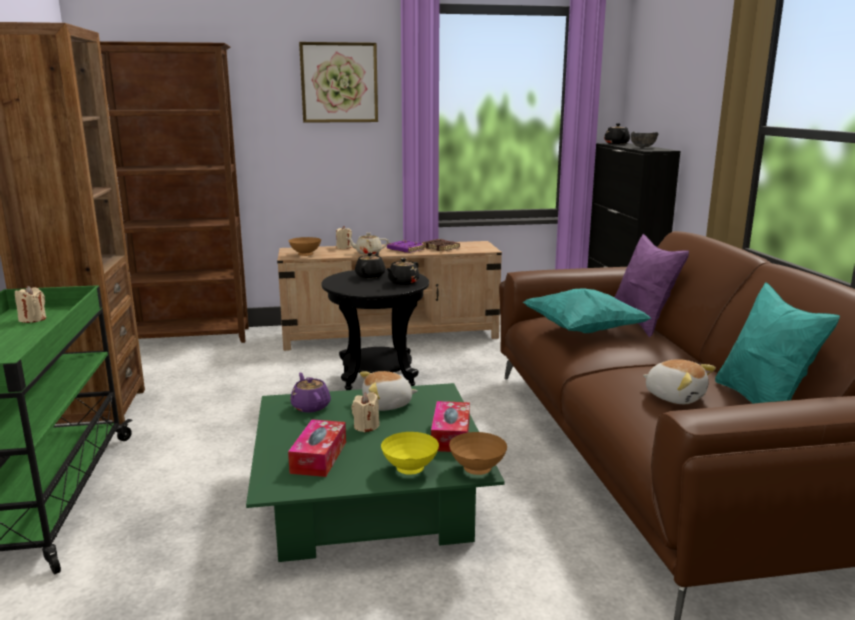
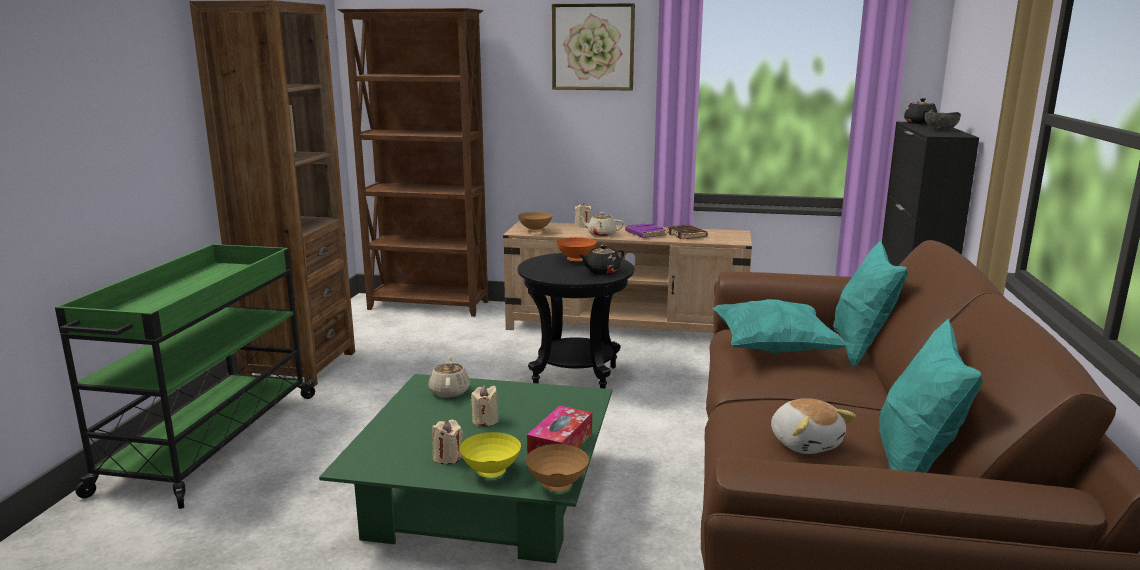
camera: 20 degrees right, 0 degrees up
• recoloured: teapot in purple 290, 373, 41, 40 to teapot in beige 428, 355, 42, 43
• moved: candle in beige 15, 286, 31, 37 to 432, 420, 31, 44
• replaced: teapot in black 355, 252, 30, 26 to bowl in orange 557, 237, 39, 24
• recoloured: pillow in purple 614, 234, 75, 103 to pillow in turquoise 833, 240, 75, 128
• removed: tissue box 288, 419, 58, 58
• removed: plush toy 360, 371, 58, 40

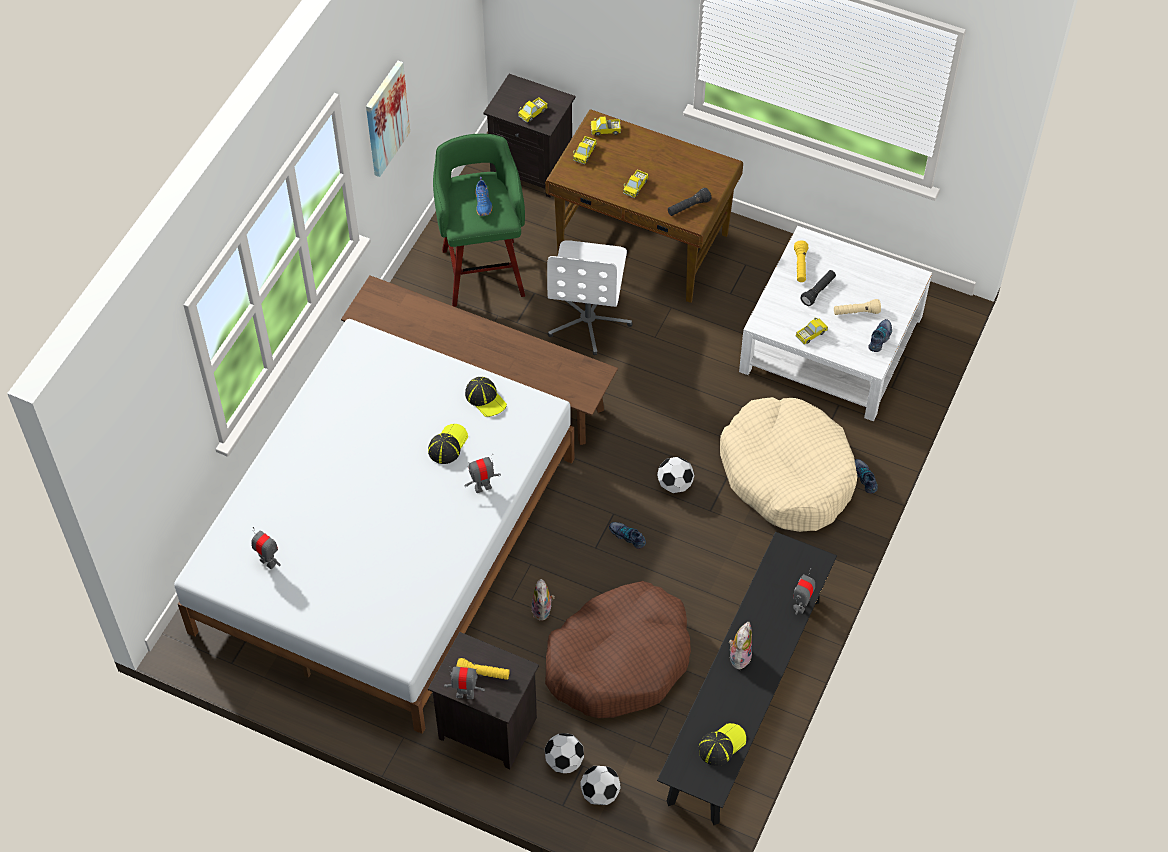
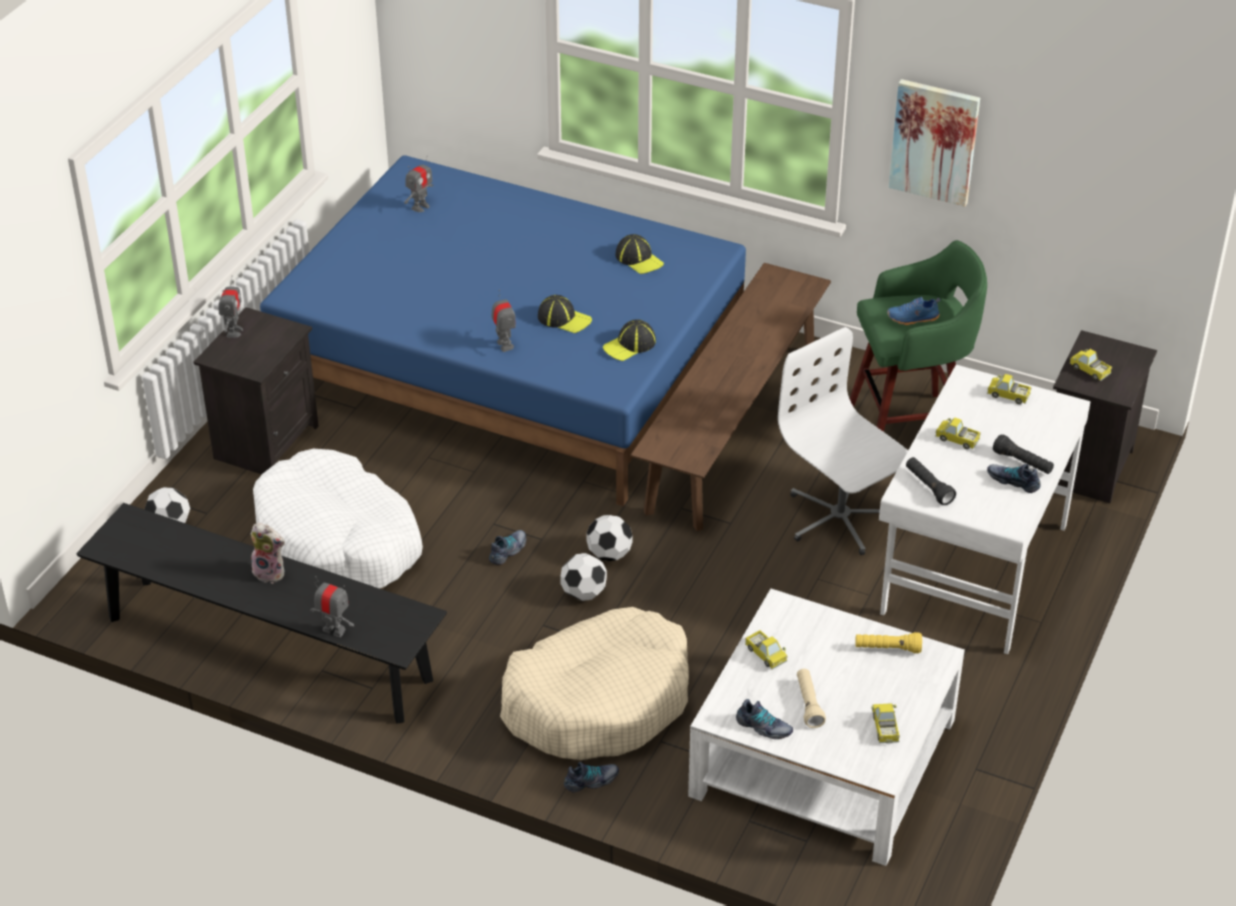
camera: 90 degrees right, 15 degrees down
• recoloured: dog bed in brown 545, 581, 146, 137 to dog bed in white 253, 449, 170, 140
• recoloured: bed in white 174, 319, 400, 415 to bed in blue 260, 155, 486, 351
• moved: football 545, 733, 39, 40 to 586, 515, 47, 46
• moved: cap 698, 723, 48, 43 to 616, 234, 48, 40
• turned: office chair in white 547, 240, 86, 115 = 778, 327, 130, 228 45 degrees clockwise
• moved: toy truck 591, 117, 30, 19 to 871, 703, 29, 40
• recoloured: desk in brown 545, 110, 198, 193 to desk in white 879, 365, 211, 289
• added: shoe 987, 464, 54, 29
• moved: flashlight in black 800, 270, 36, 36 to 993, 434, 61, 40
• removed: flashlight in yellow 456, 658, 54, 22
• removed: plush toy 532, 579, 23, 41

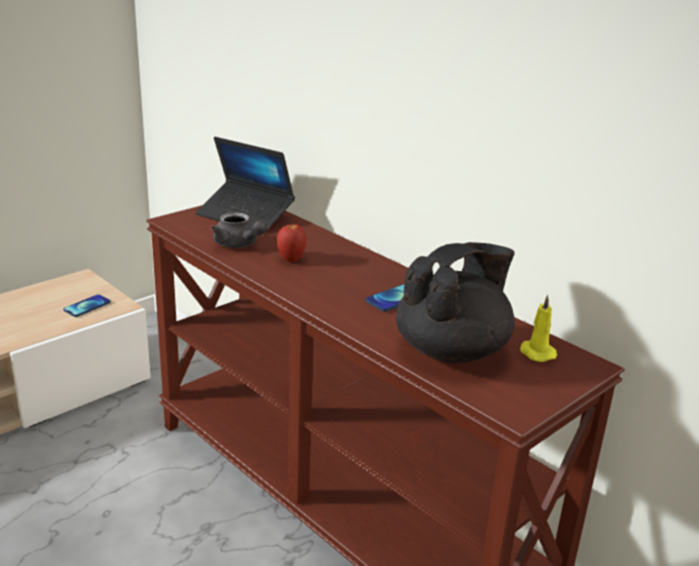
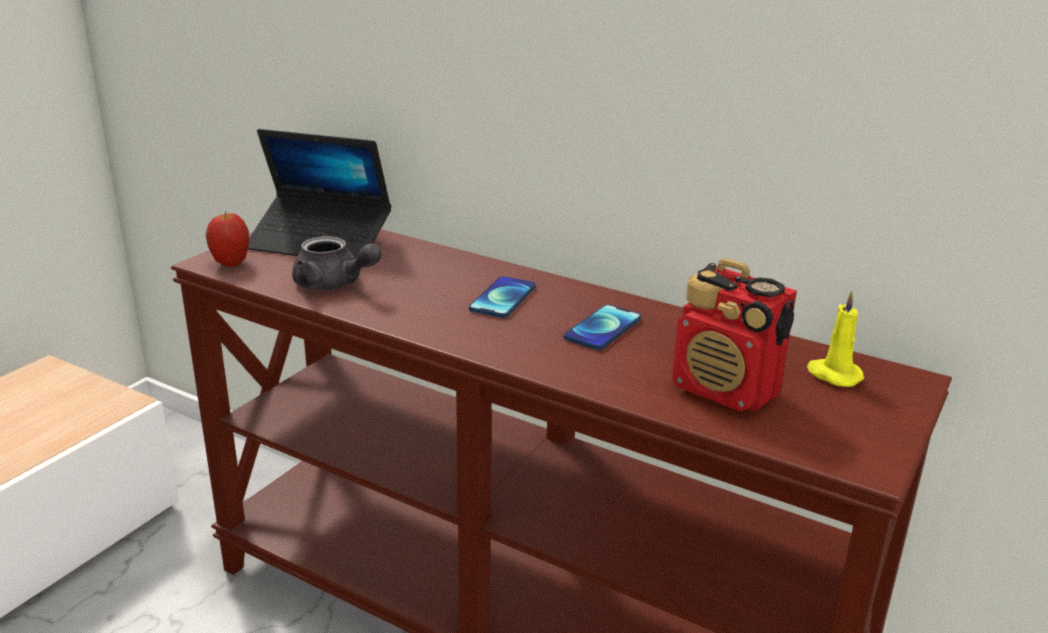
camera: 15 degrees left, 0 degrees up
• moved: apple 277, 223, 29, 39 to 206, 211, 43, 56
• moved: phone 63, 295, 47, 22 to 469, 276, 67, 42
• replaced: teapot in black 396, 242, 119, 121 to radio 672, 258, 125, 153

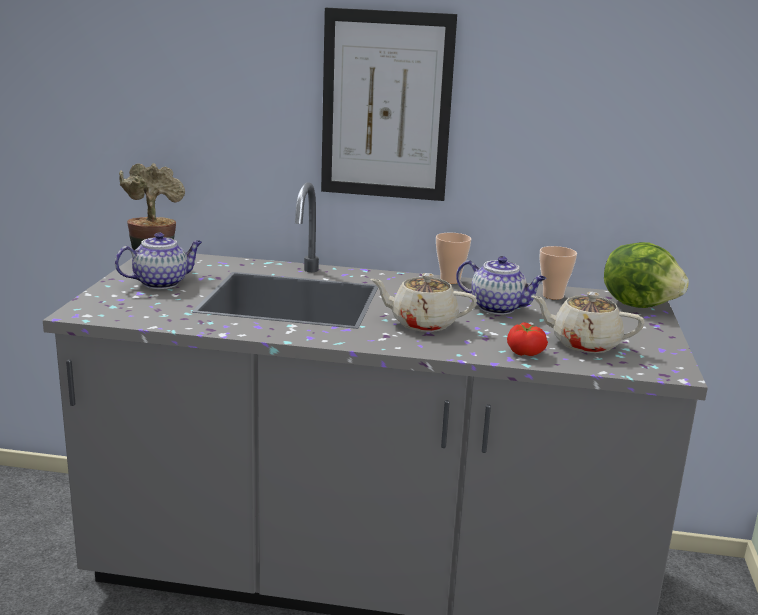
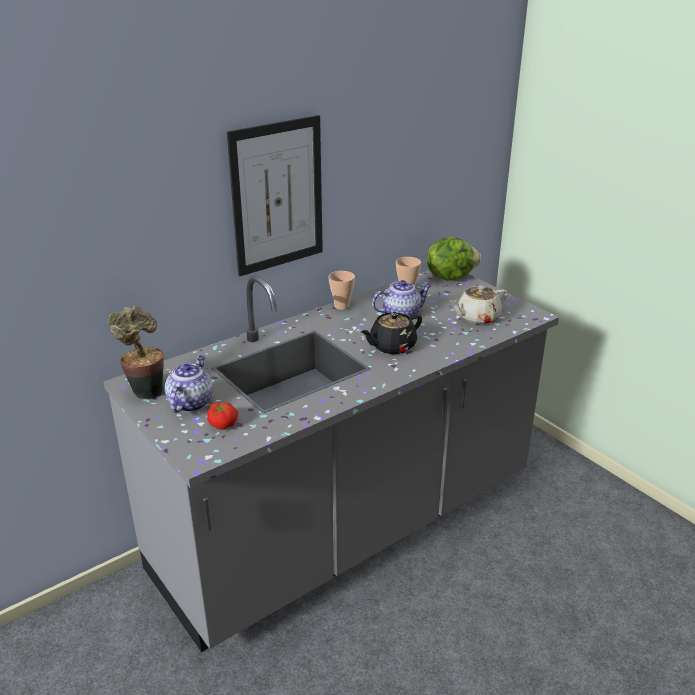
camera: 45 degrees left, 10 degrees up
• moved: tomato 507, 322, 41, 34 to 207, 402, 31, 28
• recoloured: teapot in beige 370, 273, 107, 59 to teapot in black 361, 312, 61, 42

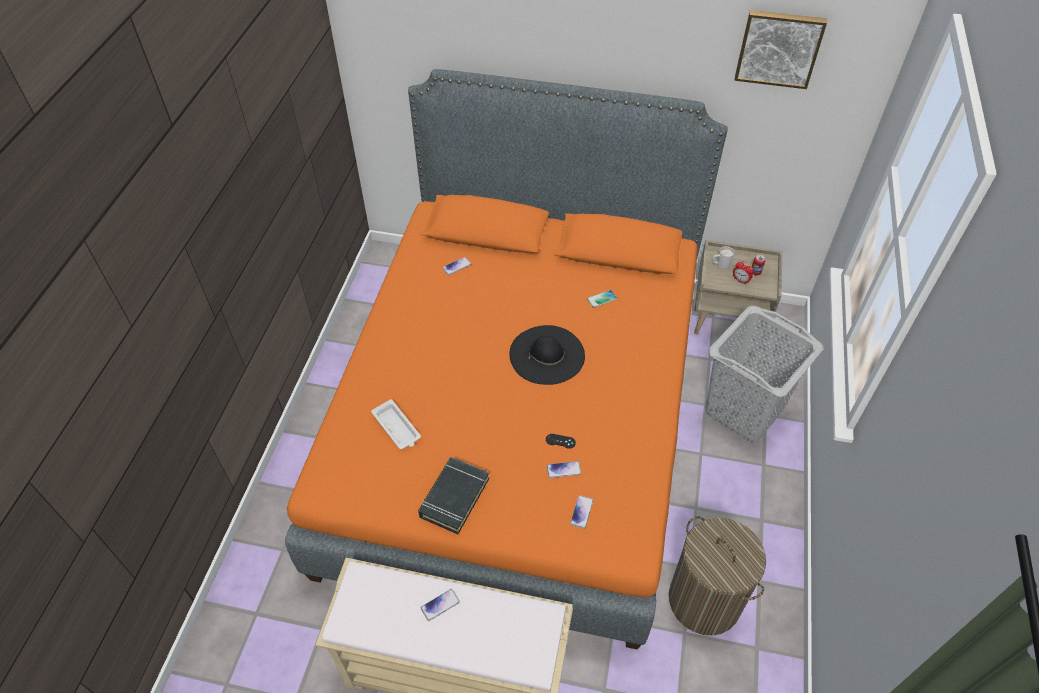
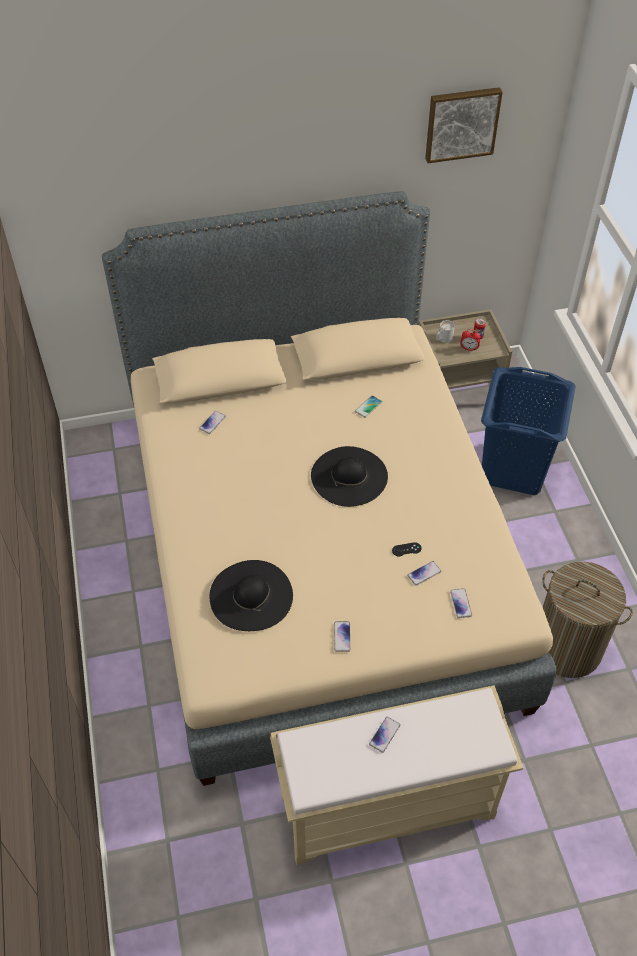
camera: 25 degrees left, 0 degrees up
• recoloured: bed in orange 285, 69, 443, 580 to bed in beige 102, 191, 454, 595
• replaced: tray in white 371, 399, 50, 50 to hat in black 210, 560, 83, 71
• replaced: book in black 418, 457, 71, 77 to phone 334, 621, 17, 31
• recoloured: laundry basket in grey 705, 306, 119, 136 to laundry basket in blue 481, 367, 95, 128

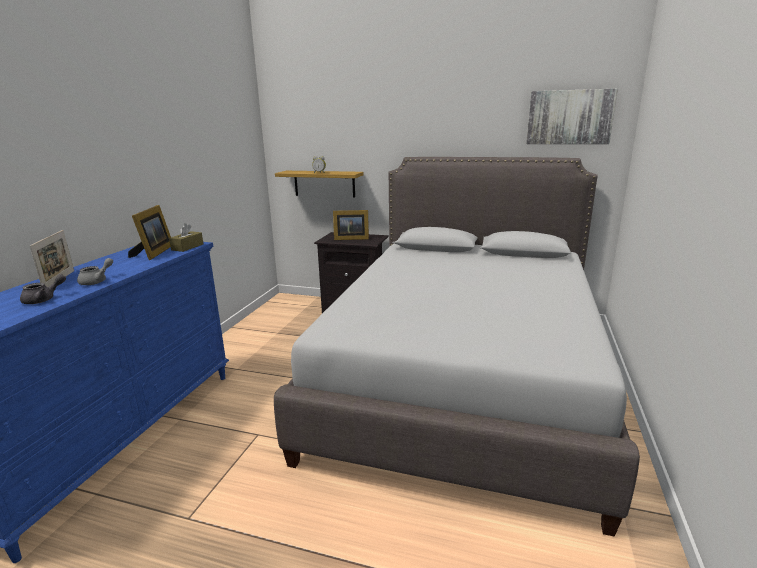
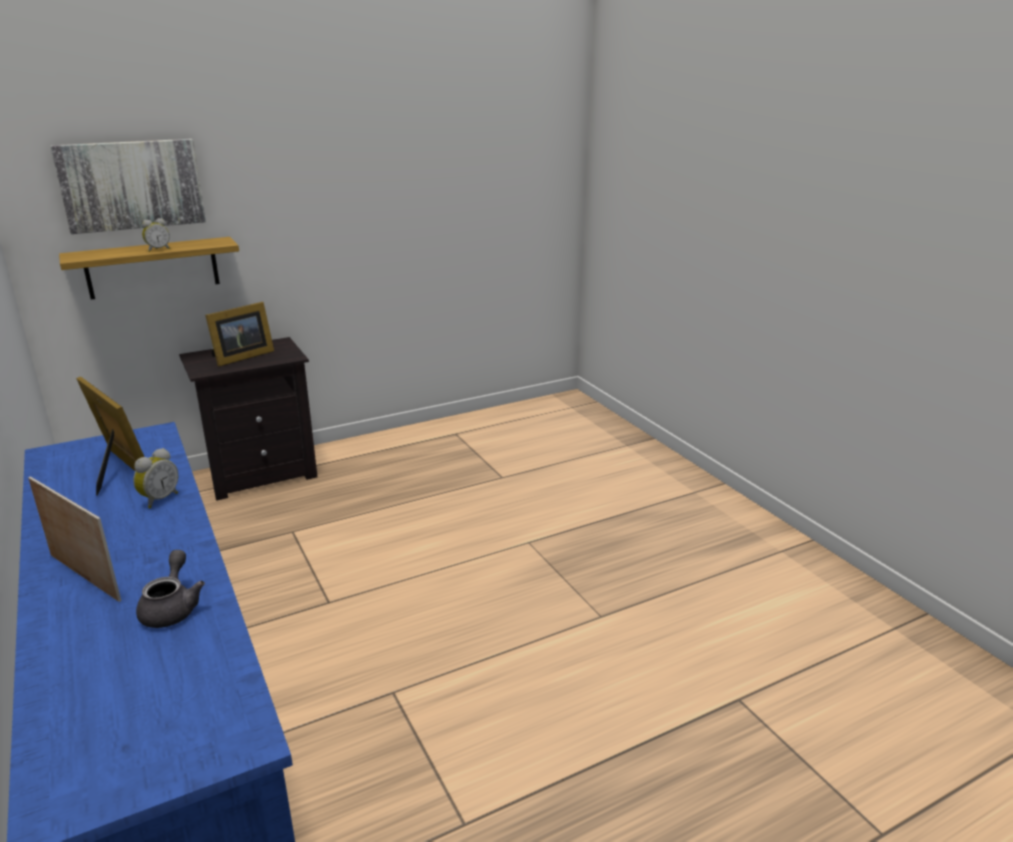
camera: 45 degrees left, 5 degrees up
• moved: picture 526, 89, 92, 55 to 50, 139, 156, 95
• added: alarm clock 133, 448, 46, 60
• removed: teapot in grey 77, 258, 36, 27
• removed: tissue box in brown 169, 223, 35, 29
• removed: bed in grey 274, 157, 366, 380

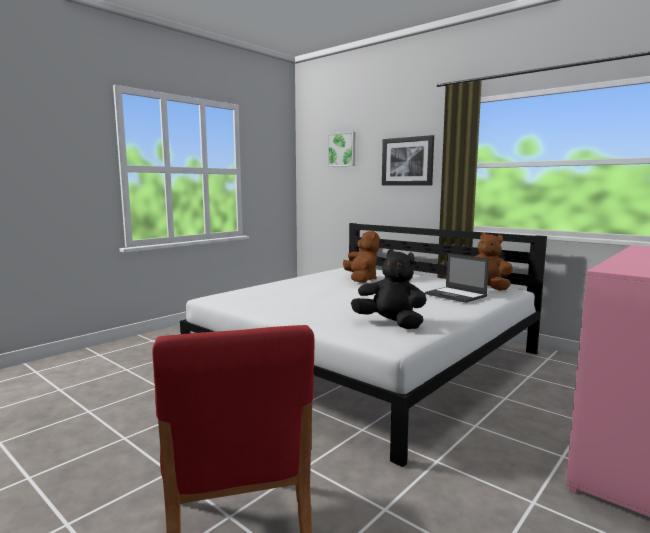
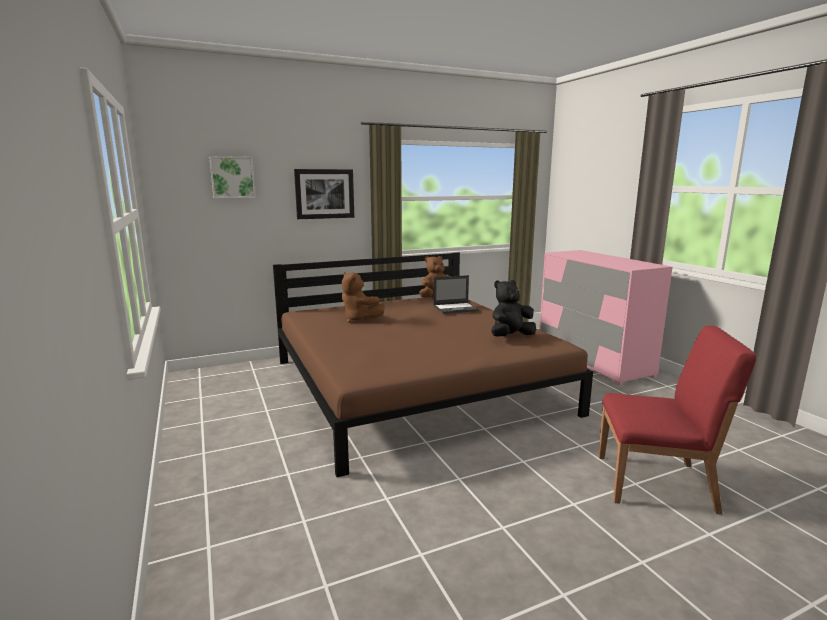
camera: 65 degrees left, 5 degrees up
• recoloured: bed in white 180, 223, 367, 244 to bed in brown 273, 252, 320, 225
• turned: plush toy in brown 343, 230, 37, 53 = 342, 272, 43, 51 150 degrees counterclockwise

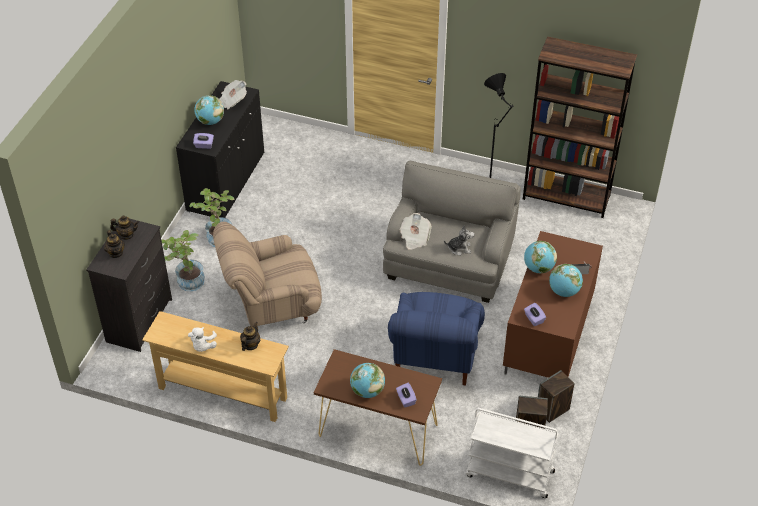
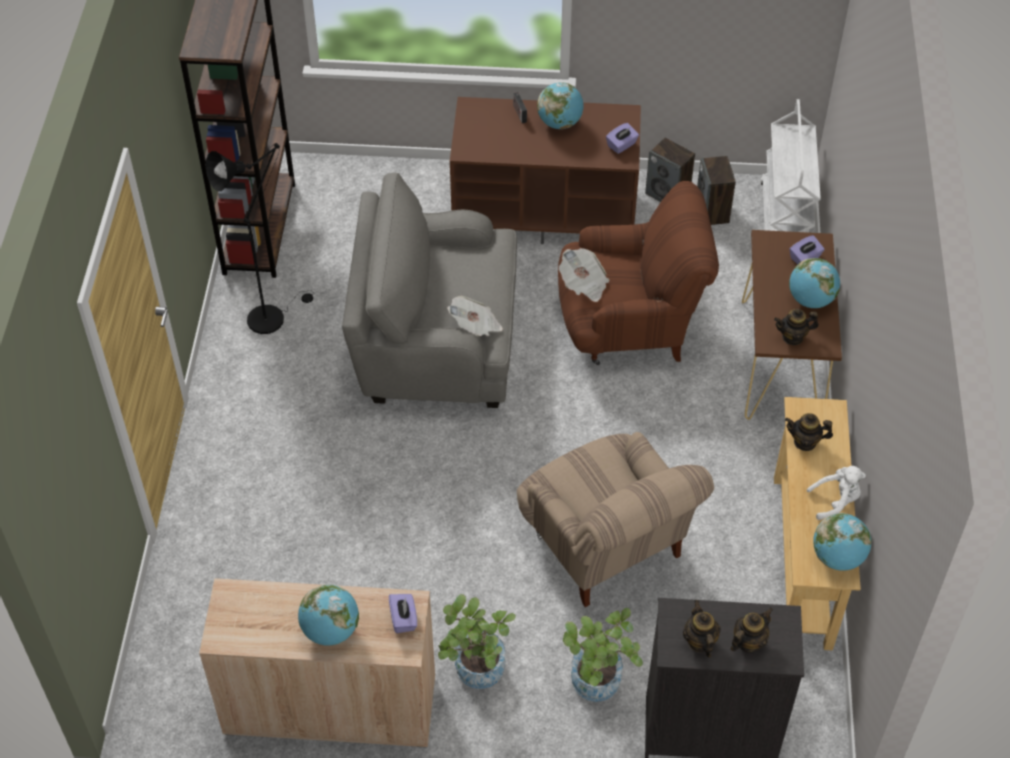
camera: 105 degrees left, 5 degrees up
• recoloured: cabinet in black 176, 81, 88, 137 to cabinet in beige 199, 578, 236, 170
• recoloured: armchair in blue 388, 292, 97, 94 to armchair in brown 558, 181, 161, 184
• moved: newspaper 219, 80, 28, 29 to 559, 248, 50, 54
• added: teapot 774, 309, 45, 36
• moved: globe 524, 241, 33, 33 to 813, 513, 59, 58
• removed: plush toy 444, 226, 31, 30

